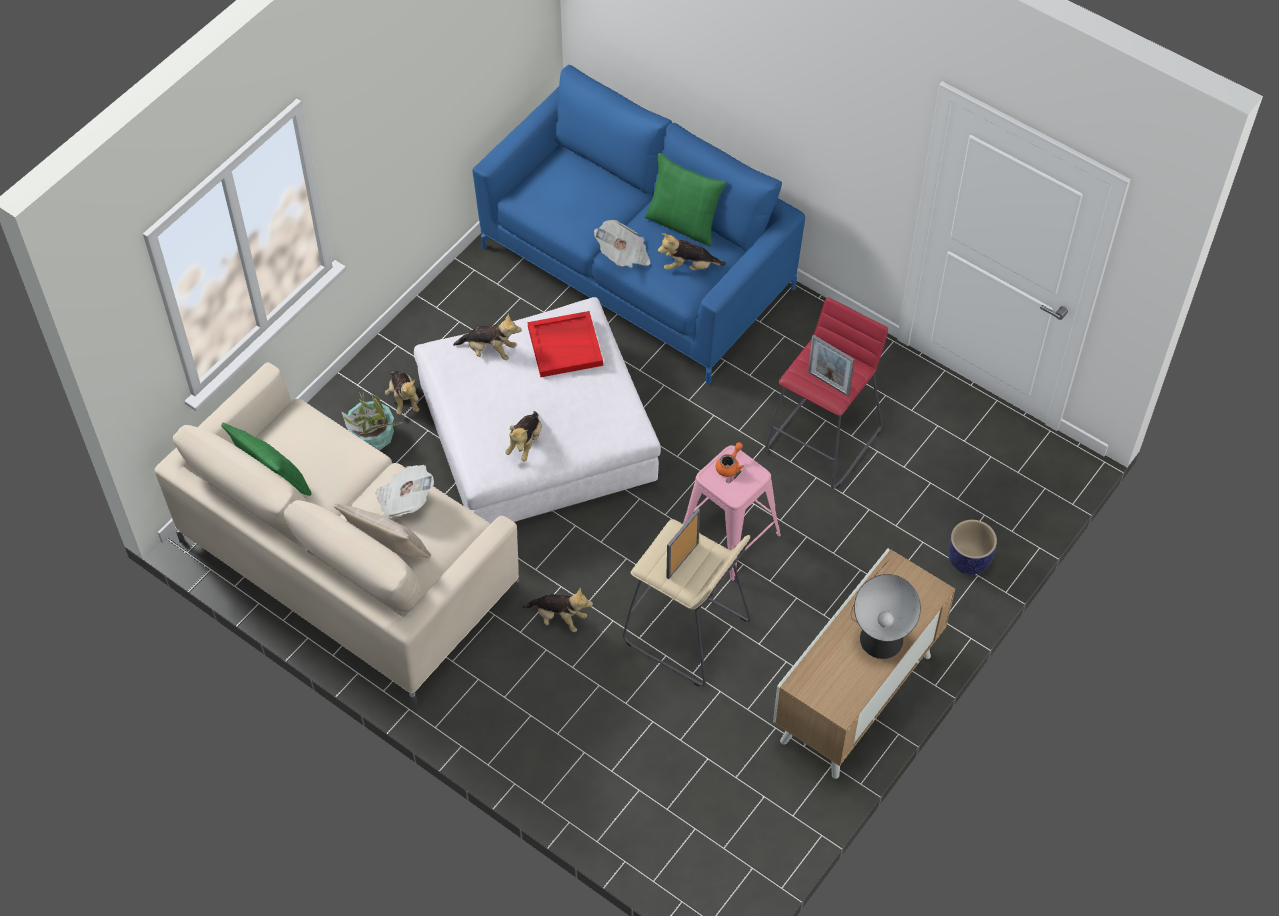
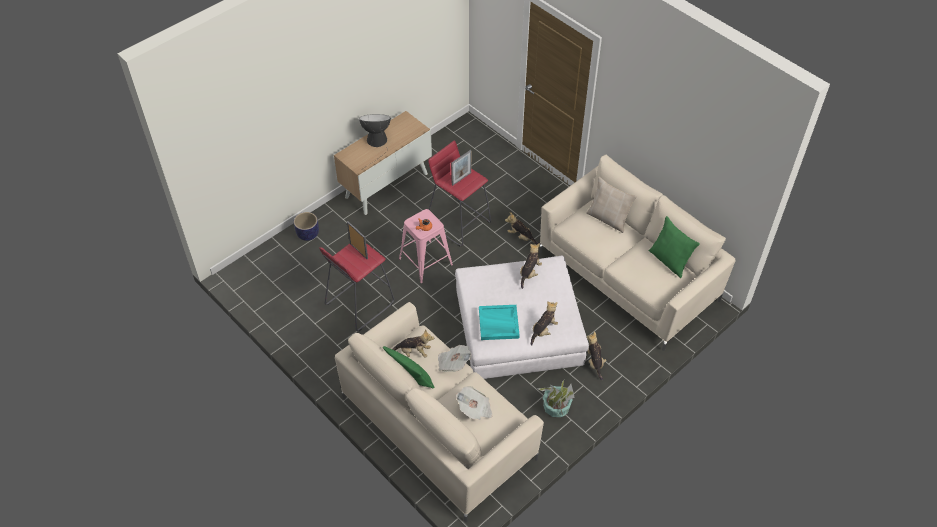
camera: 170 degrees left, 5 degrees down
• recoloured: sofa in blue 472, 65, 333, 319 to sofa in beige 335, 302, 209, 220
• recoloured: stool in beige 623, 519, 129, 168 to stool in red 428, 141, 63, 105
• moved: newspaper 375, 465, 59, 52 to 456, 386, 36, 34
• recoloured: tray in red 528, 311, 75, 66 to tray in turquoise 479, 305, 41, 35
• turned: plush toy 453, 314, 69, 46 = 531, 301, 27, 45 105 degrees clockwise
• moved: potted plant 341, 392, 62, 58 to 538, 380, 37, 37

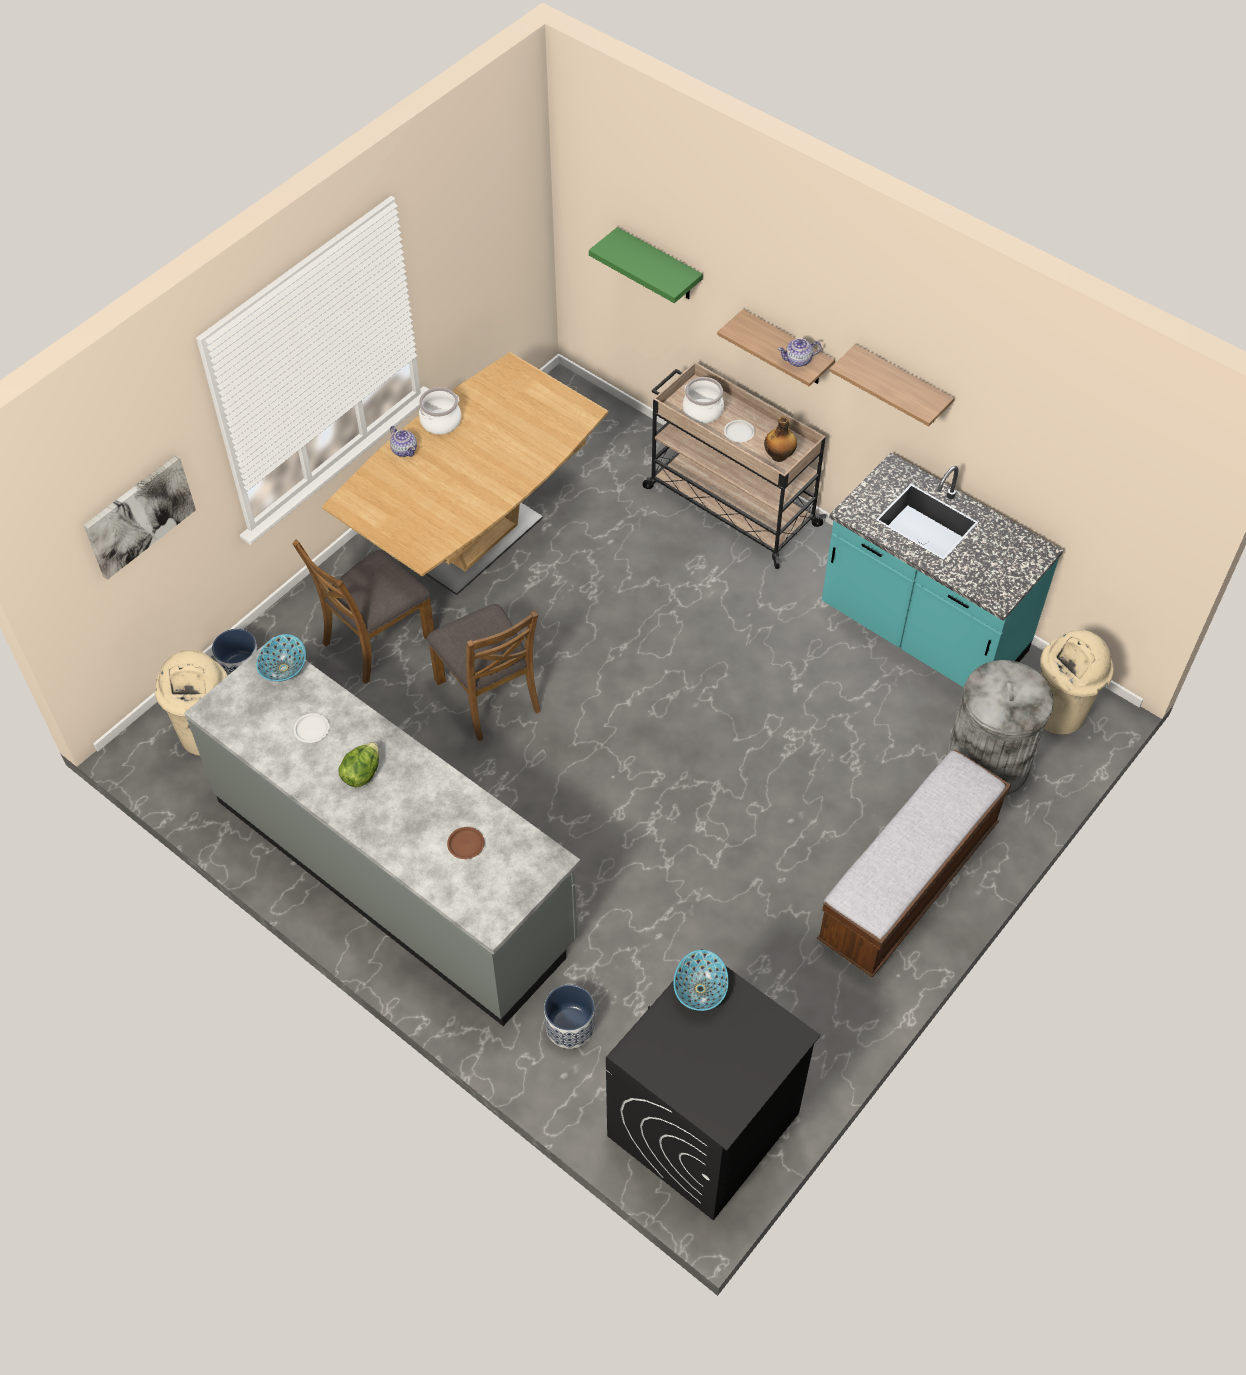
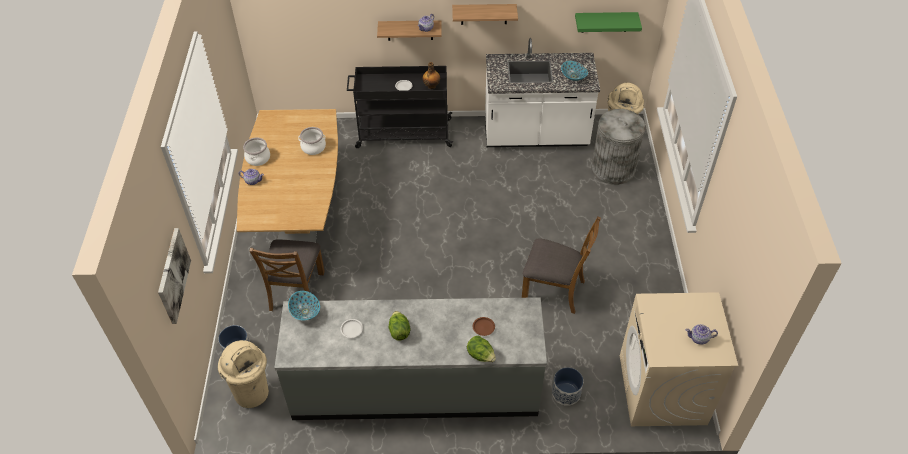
camera: 40 degrees left, 5 degrees down
• moved: cooking pot 683, 377, 41, 47 to 298, 127, 28, 28
• recoloured: cart in beige 643, 362, 183, 207 to cart in black 347, 66, 106, 82
• added: lettuce 467, 336, 29, 26
• recoloured: counter in turquoise 822, 453, 241, 234 to counter in white 485, 38, 115, 109
• moved: chair in brown 427, 604, 114, 137 to 522, 216, 79, 98
• moved: bowl 674, 950, 55, 61 to 561, 61, 27, 20
• moved: shelf in green 589, 227, 114, 76 to 575, 12, 67, 21
• recoloured: washing machine in black 606, 949, 215, 271 to washing machine in beige 620, 292, 118, 134
• added: teapot 686, 324, 32, 21
• removed: bench 817, 750, 194, 228

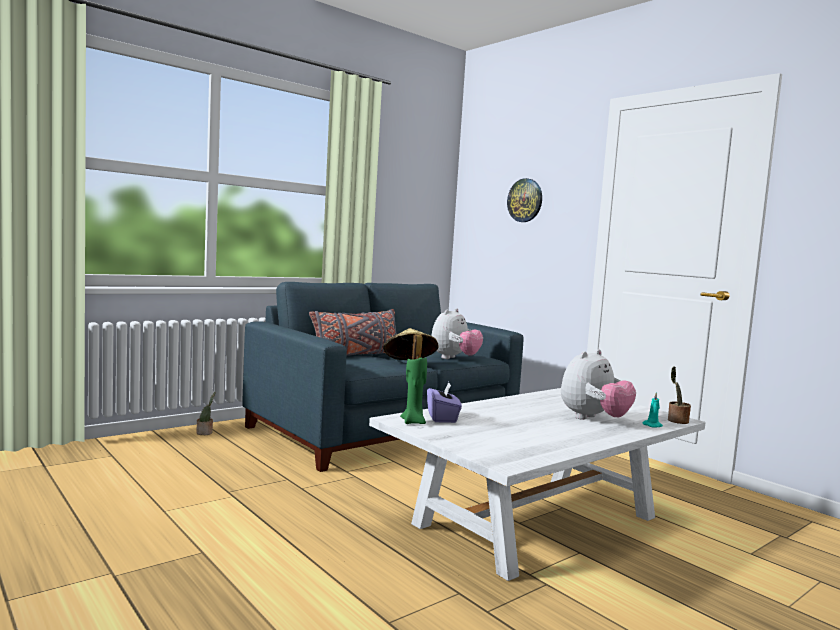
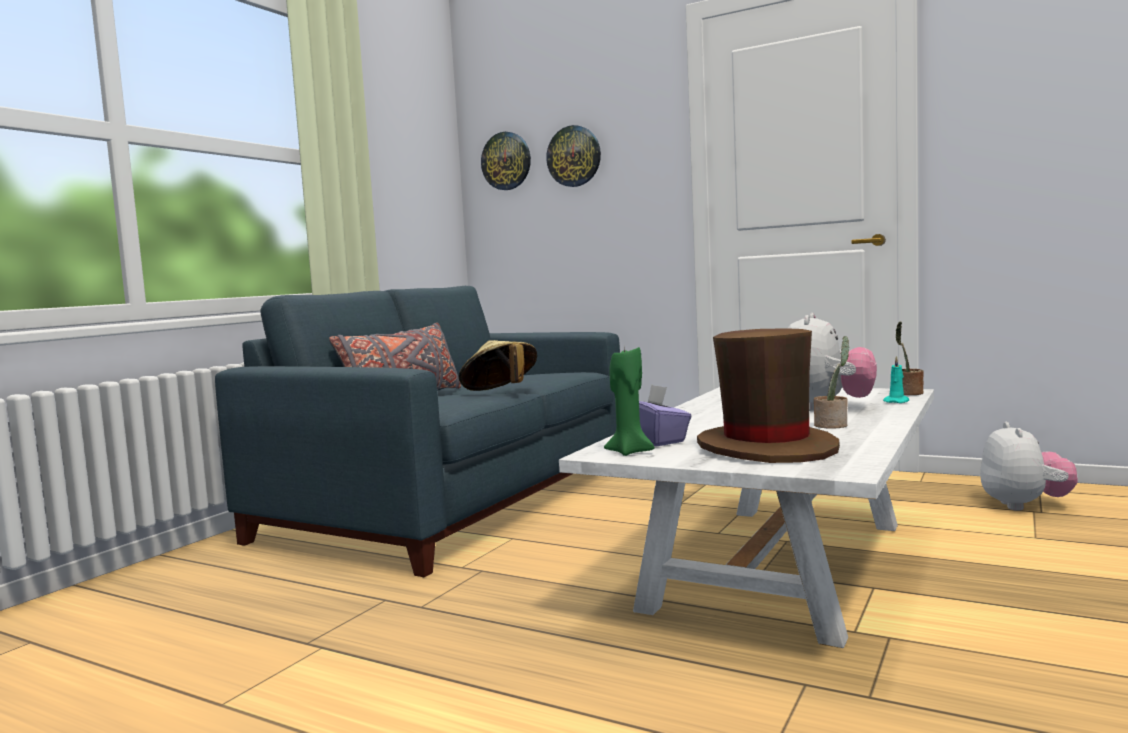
camera: 20 degrees left, 0 degrees up
• added: wall clock 481, 132, 50, 58
• added: hat in brown 697, 328, 143, 135
• moved: potted plant 196, 392, 19, 43 to 814, 336, 35, 92
• moved: plush toy 431, 308, 52, 51 to 980, 422, 98, 89

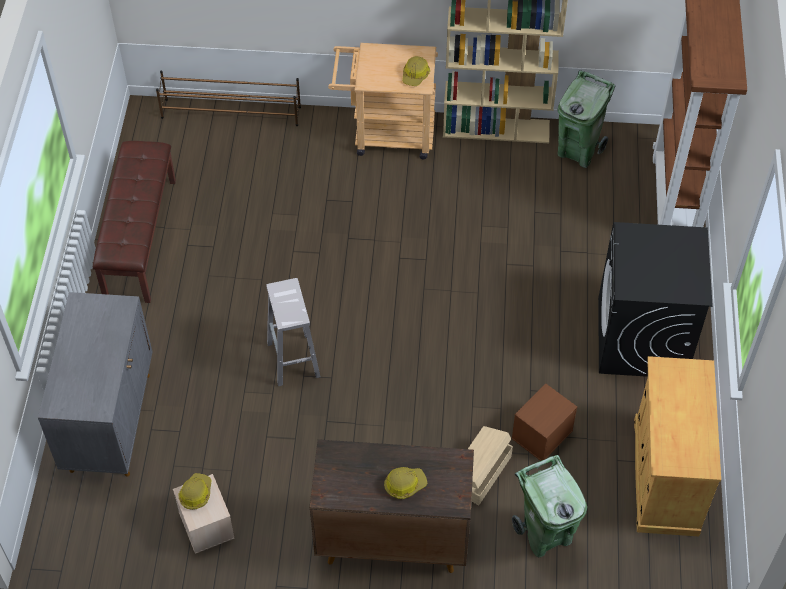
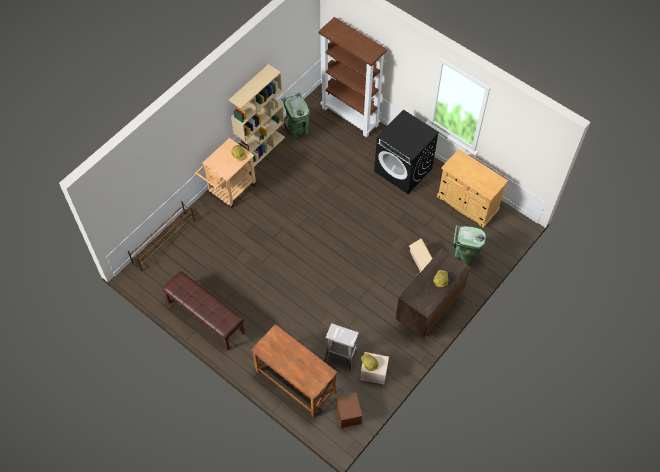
camera: 55 degrees left, 5 degrees up
• replaced: cabinet in grey 38, 292, 115, 185 to desk in brown 251, 324, 87, 93
• moved: stool in white 266, 278, 55, 108 to 325, 323, 34, 47
• moved: storage box in brown 511, 383, 66, 78 to 336, 392, 26, 37

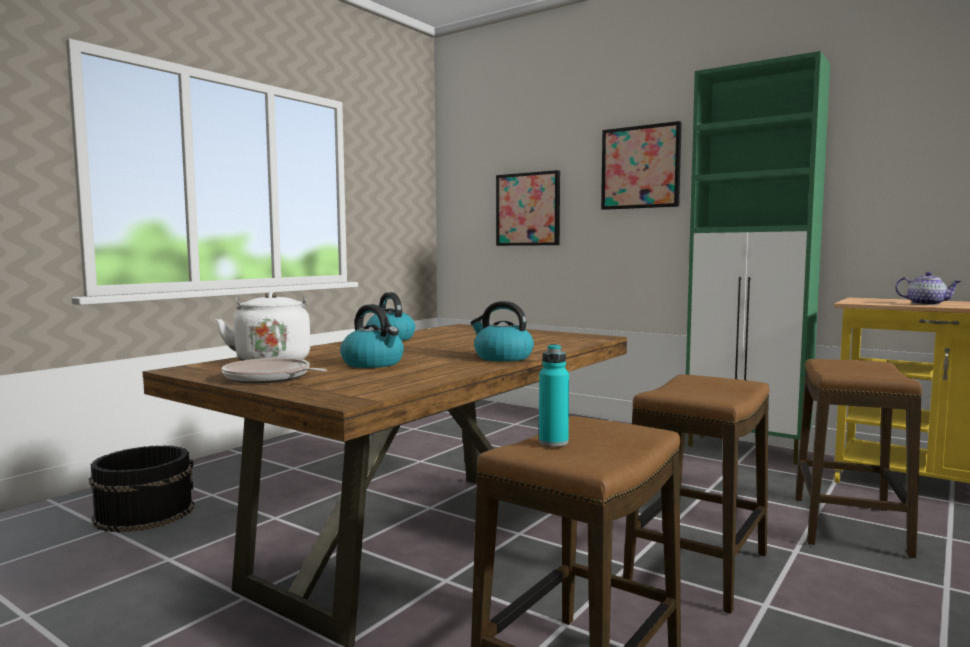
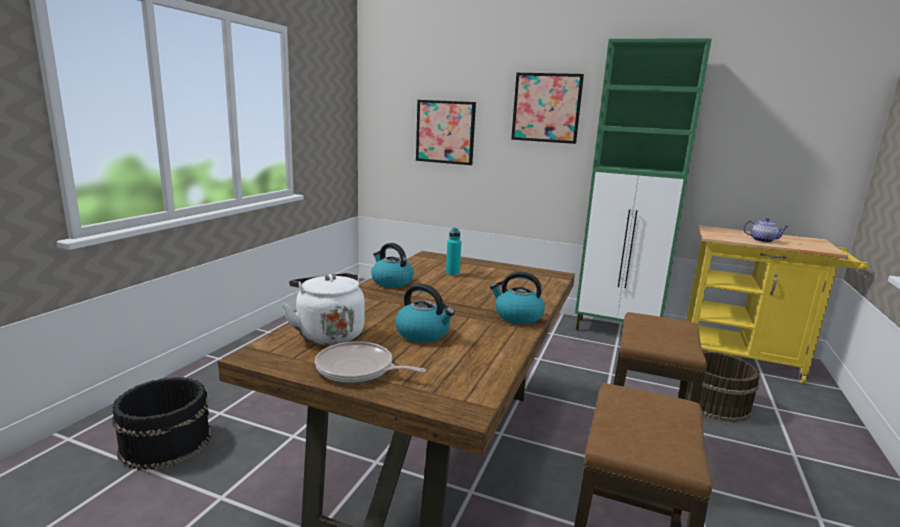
camera: 15 degrees left, 10 degrees up
• moved: bottle in turquoise 539, 344, 30, 102 to 446, 228, 15, 48
• replaced: stool 795, 359, 128, 199 to bucket in brown 685, 351, 75, 71

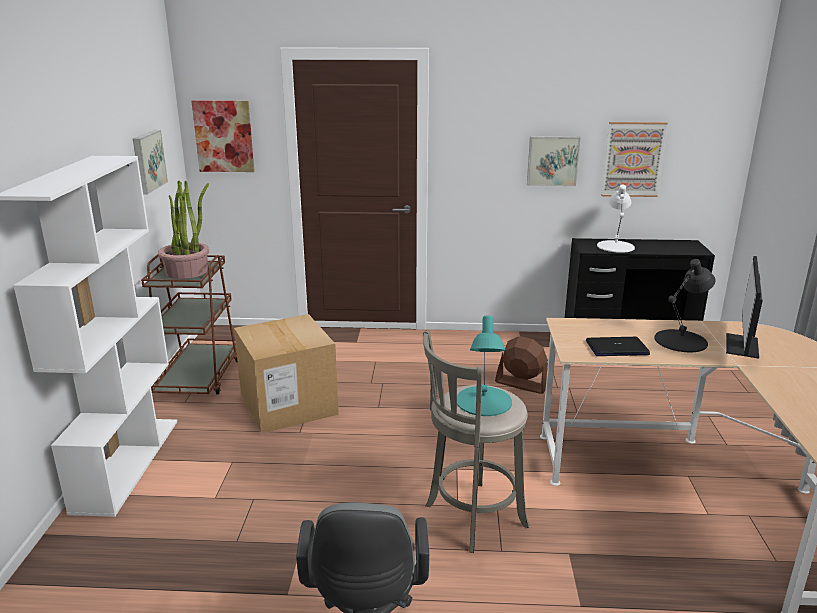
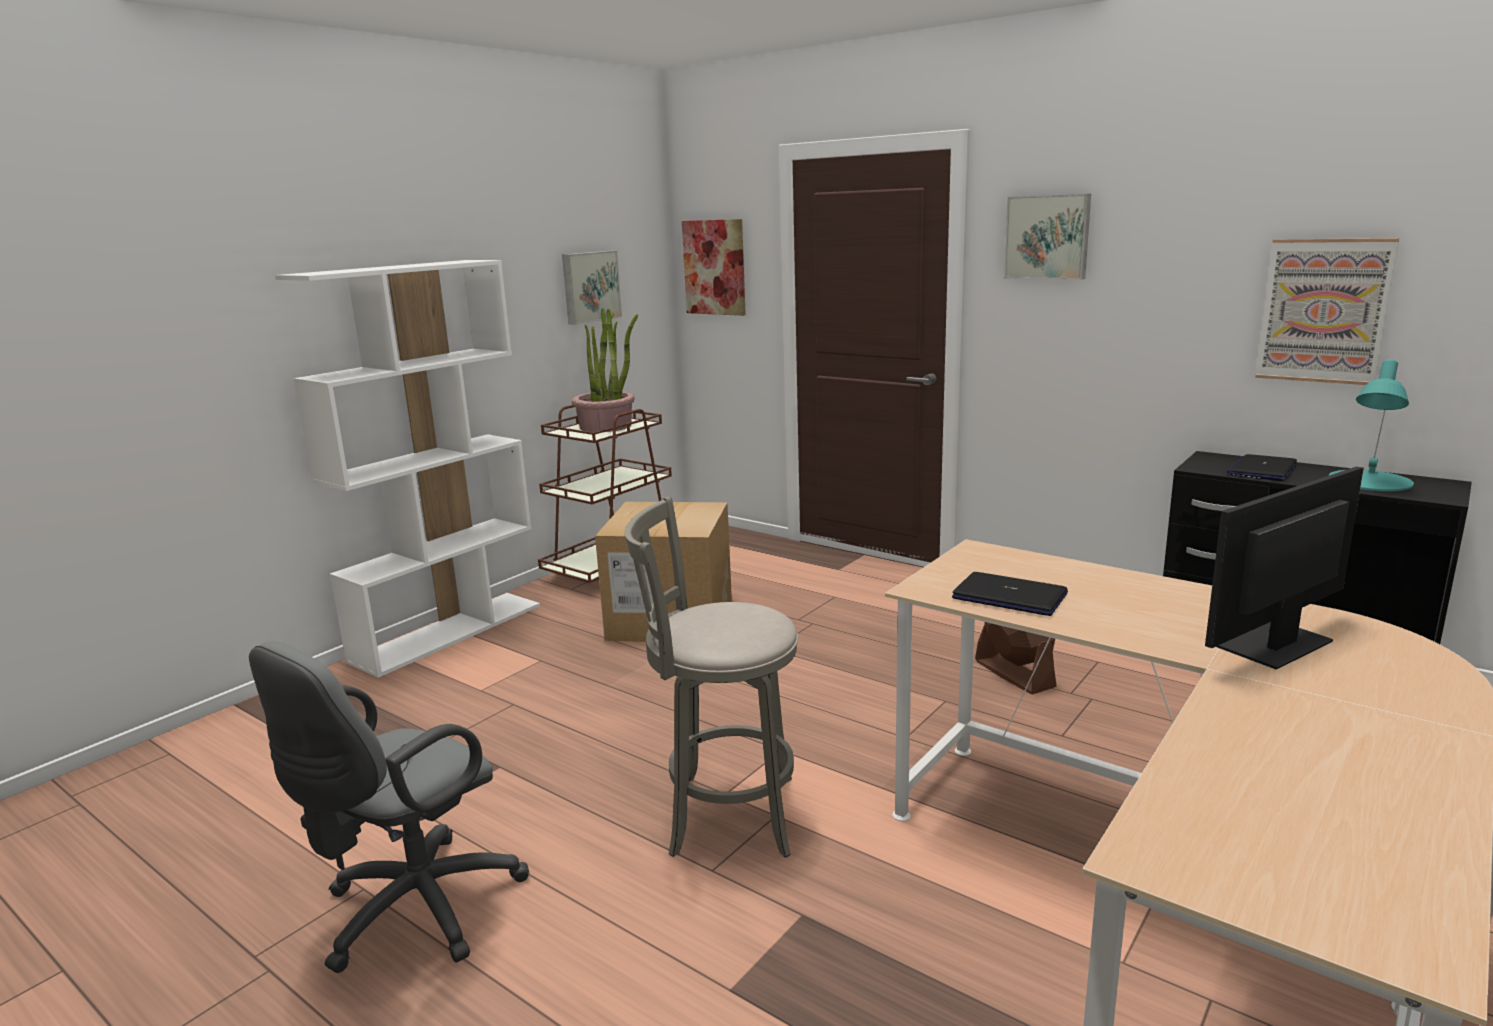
camera: 35 degrees right, 5 degrees down
• moved: picture 527, 136, 54, 50 to 1004, 194, 87, 86
• replaced: table lamp in white 597, 185, 38, 68 to laptop 1227, 454, 70, 27
• moved: table lamp in turquoise 457, 316, 55, 100 to 1329, 359, 85, 132
• removed: table lamp in black 654, 259, 61, 93

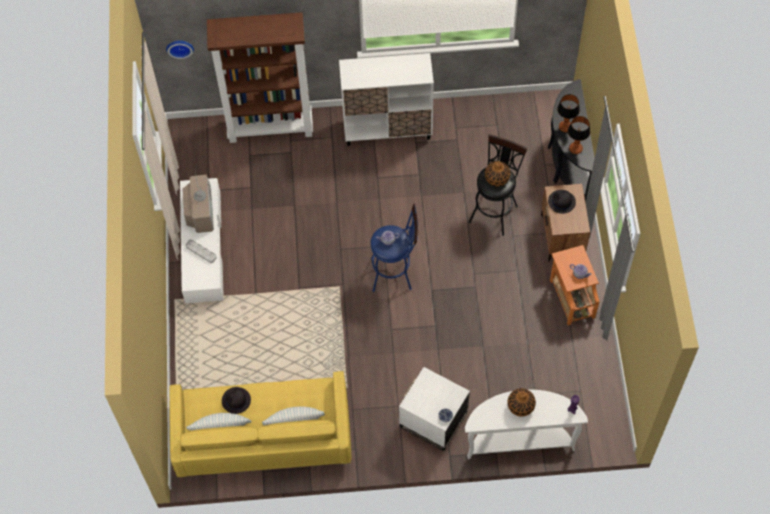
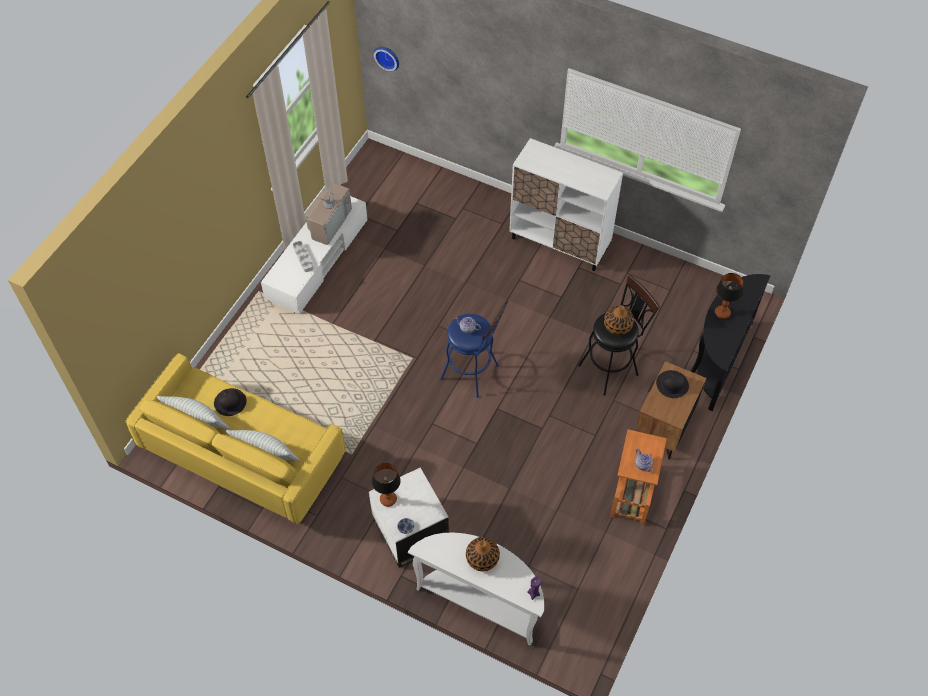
camera: 30 degrees right, 5 degrees down
• moved: table lamp 568, 116, 22, 38 to 372, 463, 29, 44
• removed: bookcase in brown 207, 12, 106, 131

